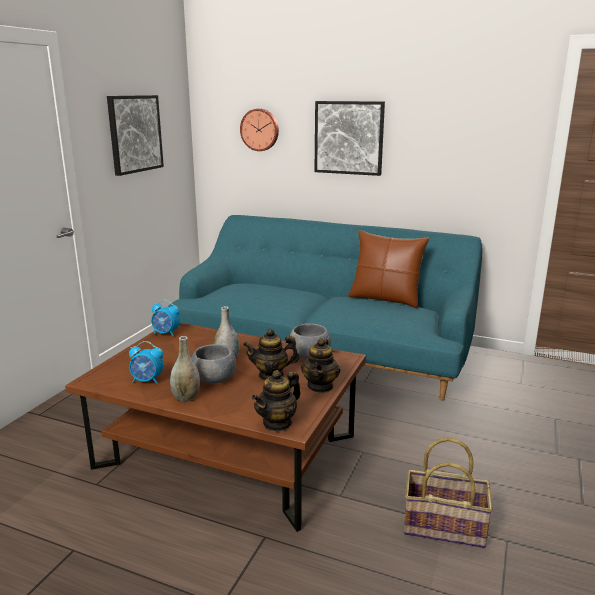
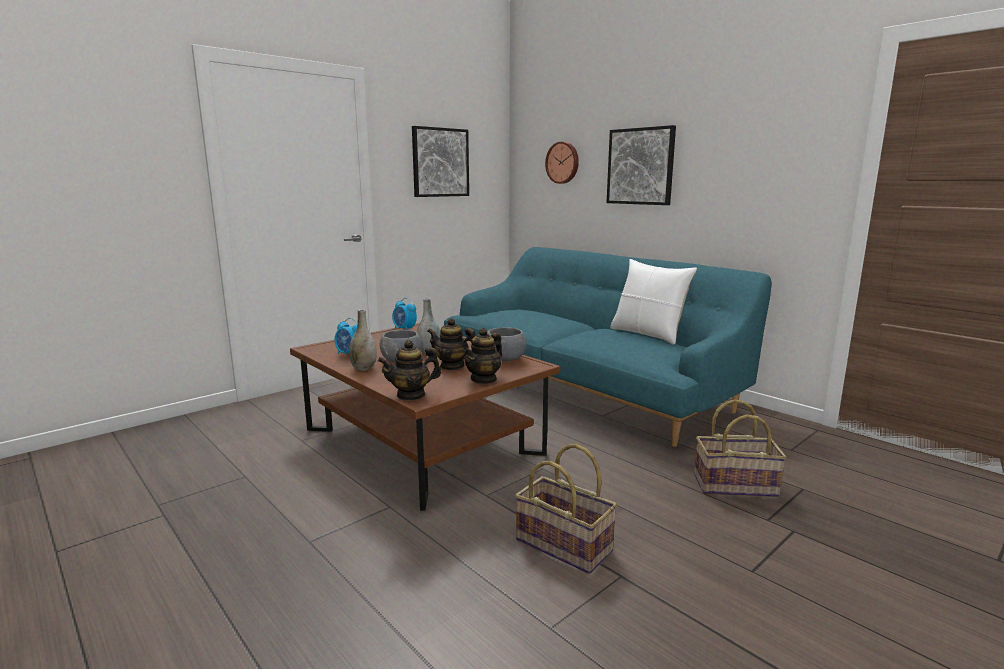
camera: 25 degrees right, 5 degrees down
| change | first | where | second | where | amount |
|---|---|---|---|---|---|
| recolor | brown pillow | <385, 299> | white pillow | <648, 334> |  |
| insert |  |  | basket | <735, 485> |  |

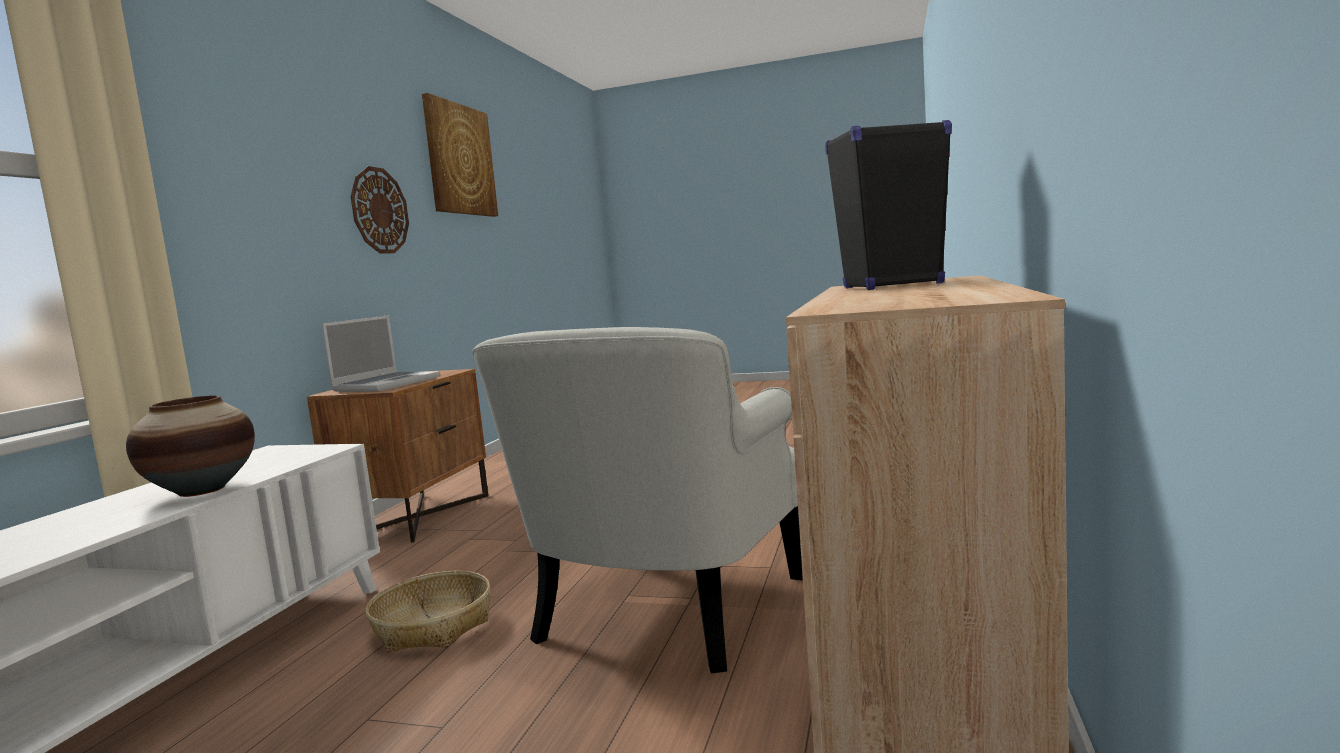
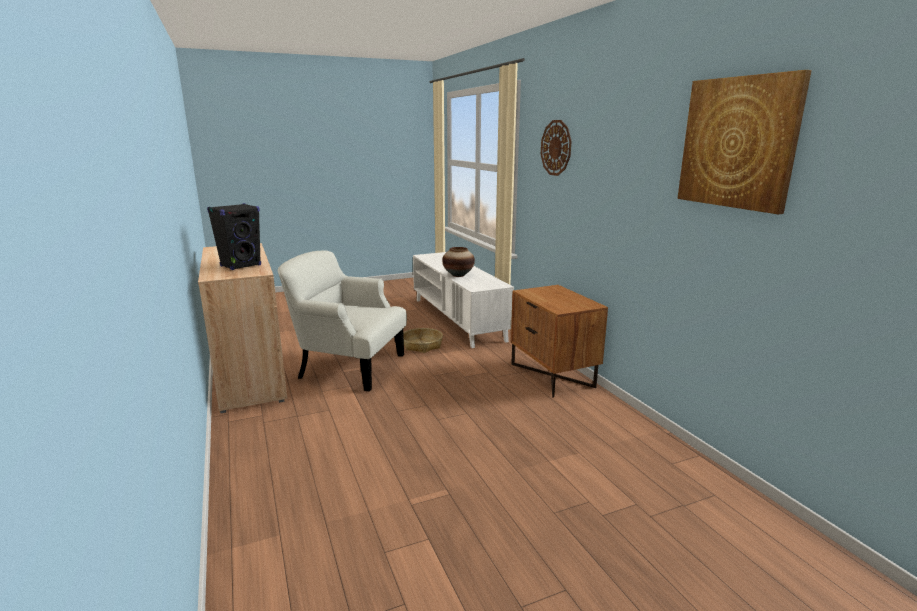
camera: 140 degrees right, 10 degrees up
| change | first | where | second | where | amount |
|---|---|---|---|---|---|
| delete | laptop | <387, 384> |  |  |  |
| move | wall clock | <379, 210> |  | <556, 148> |  |
| rotate | white armchair | <665, 609> |  | <348, 366> | 60 degrees counterclockwise |

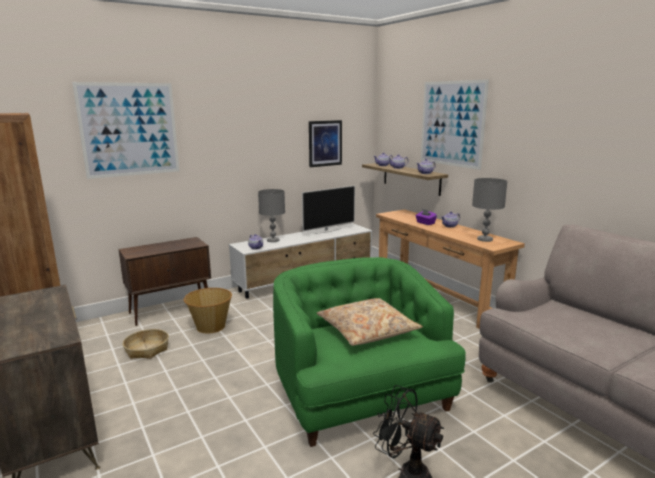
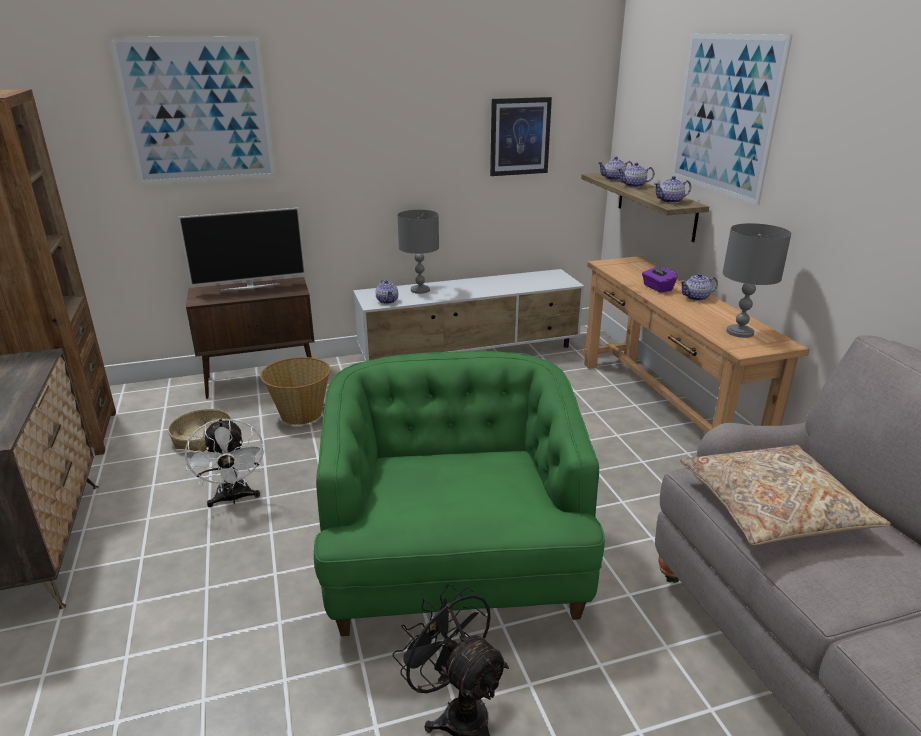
camera: 15 degrees right, 10 degrees up
| change | first | where | second | where | amount |
|---|---|---|---|---|---|
| move | television | <327, 231> |  | <250, 286> |  |
| move | beige pillow | <367, 331> |  | <772, 508> |  |
| insert |  |  | white fan | <233, 498> |  |

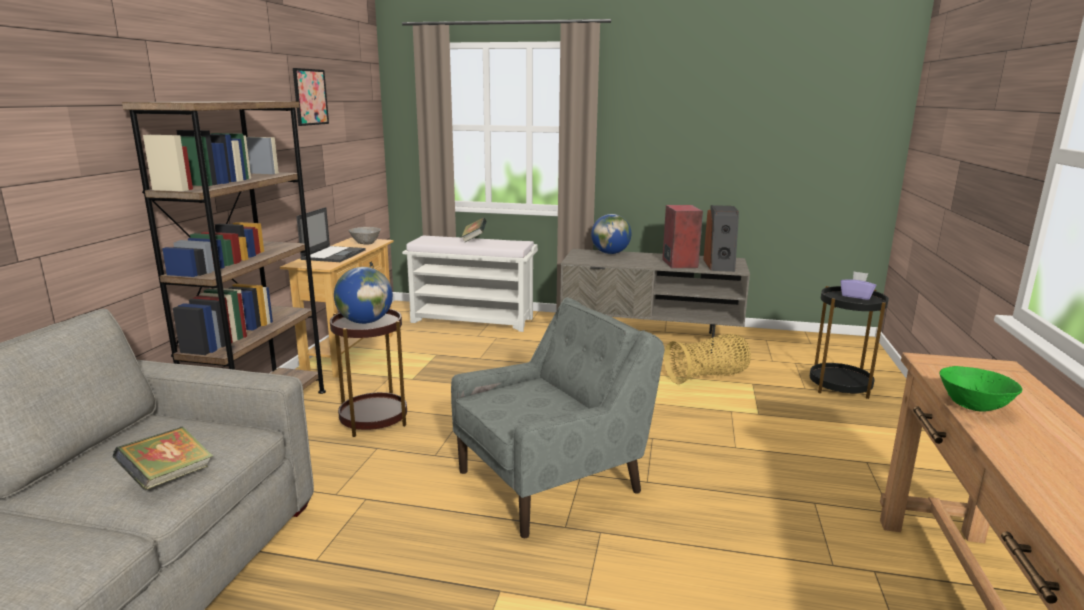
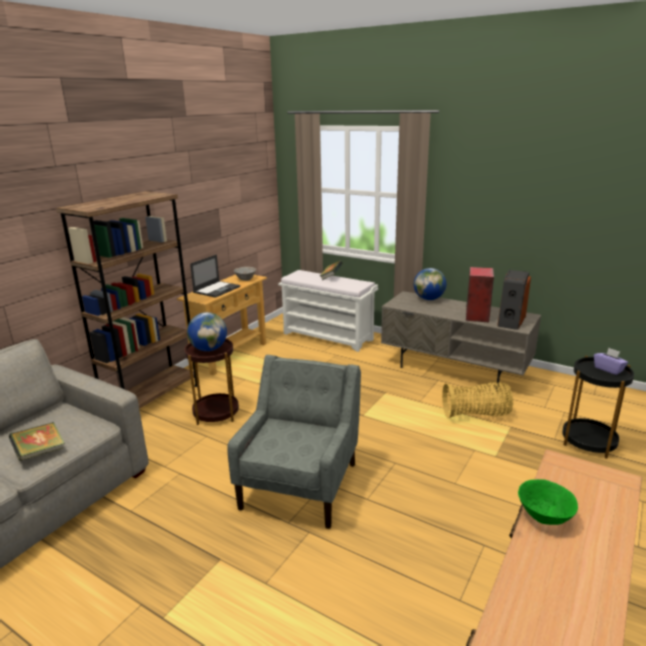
camera: 20 degrees right, 5 degrees up
| change | first | where | second | where | amount |
|---|---|---|---|---|---|
| delete | picture | <310, 97> |  |  |  |
| rotate | grey armchair | <551, 481> |  | <301, 484> | 60 degrees counterclockwise |

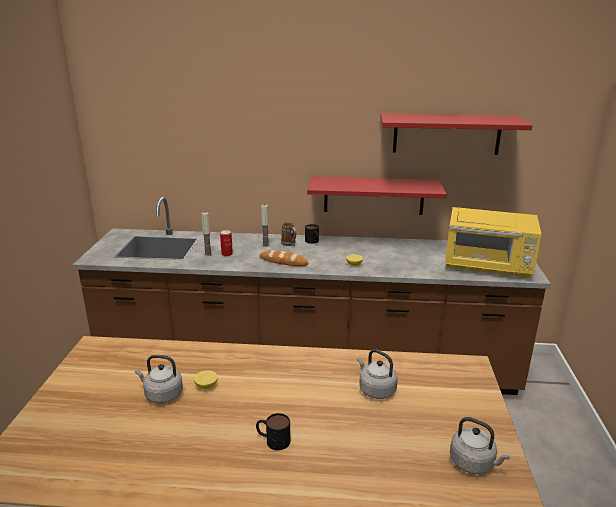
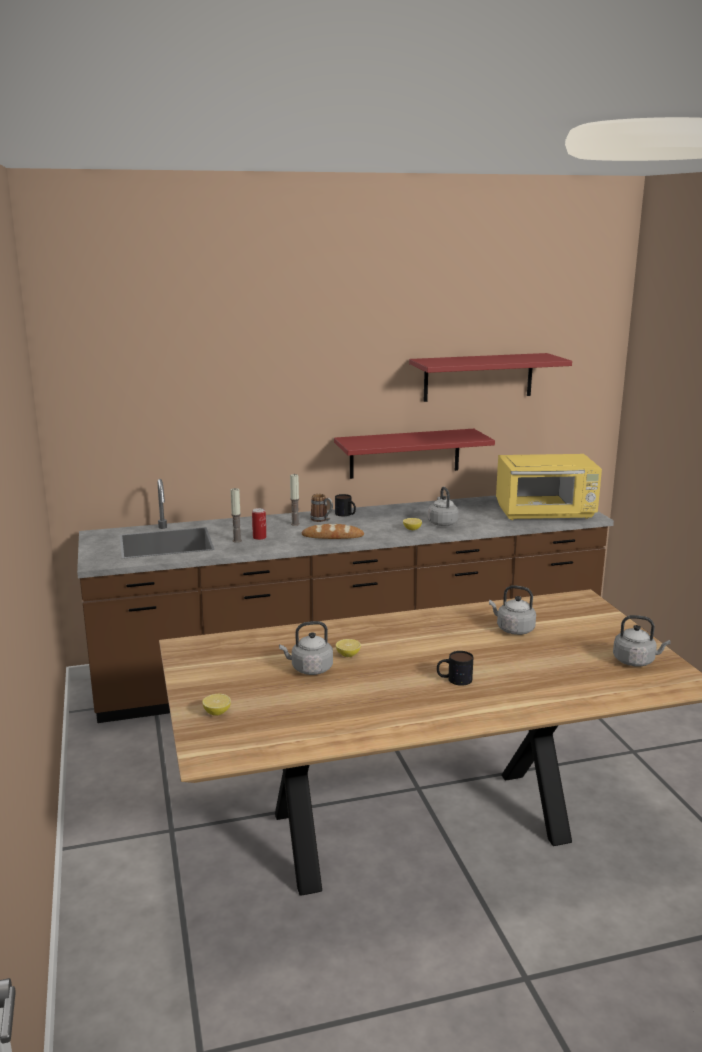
camera: 20 degrees left, 5 degrees down
| change | first | where | second | where | amount |
|---|---|---|---|---|---|
| insert |  |  | lemon | <217, 712> |  |
| insert |  |  | grey kettle | <442, 523> |  |

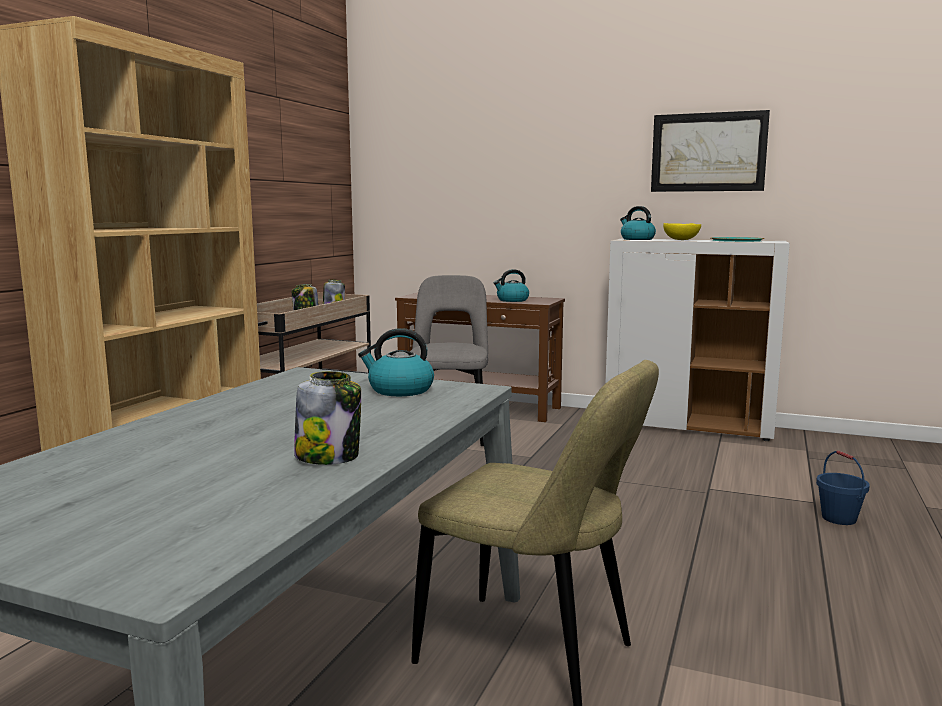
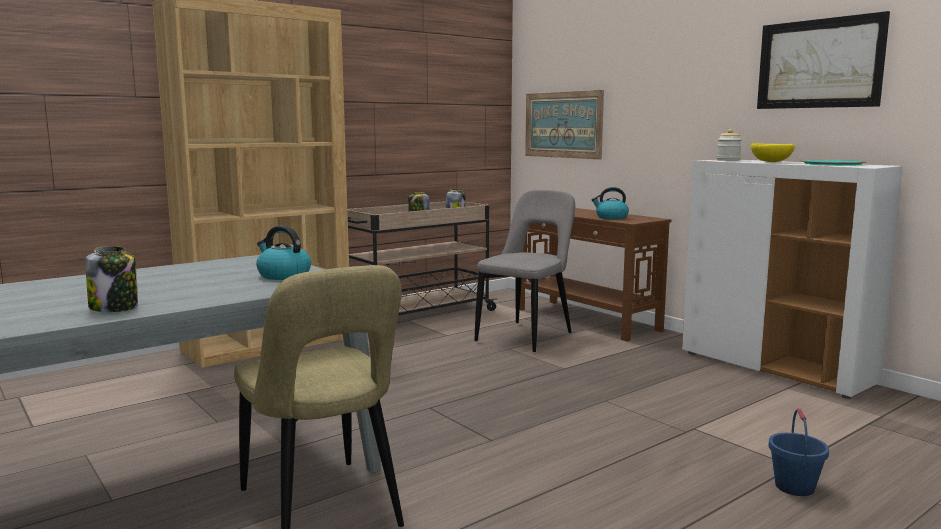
camera: 30 degrees right, 0 degrees up
| change | first | where | second | where | amount |
|---|---|---|---|---|---|
| replace | kettle | <636, 239> | jar | <728, 160> |  |
| insert |  |  | picture | <563, 125> |  |

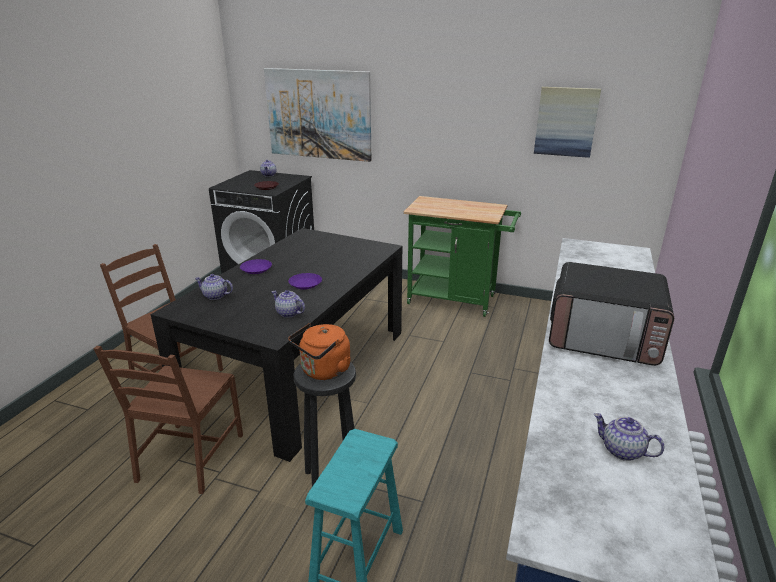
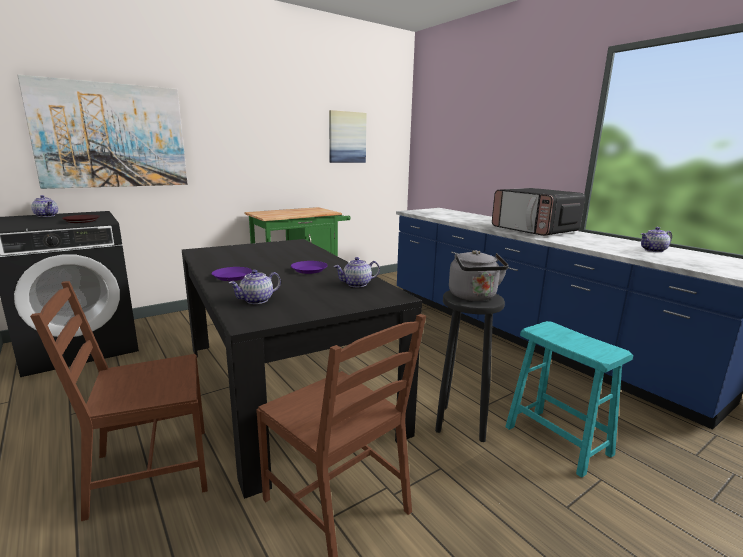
camera: 55 degrees left, 10 degrees down
| change | first | where | second | where | amount |
|---|---|---|---|---|---|
| recolor | orange kettle | <323, 371> | grey kettle | <474, 297> |  |
| rotate | microwave | <604, 338> |  | <534, 230> | 90 degrees clockwise |

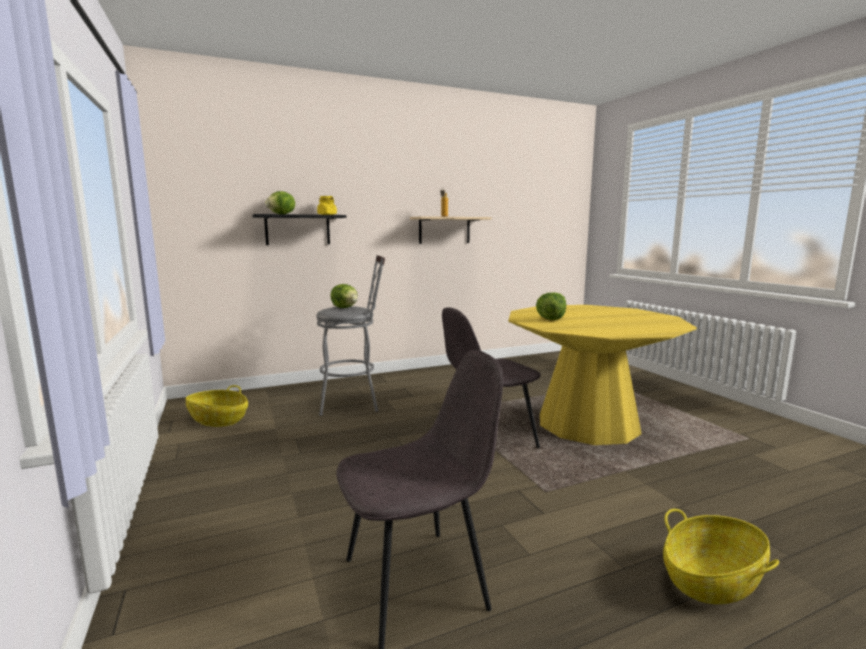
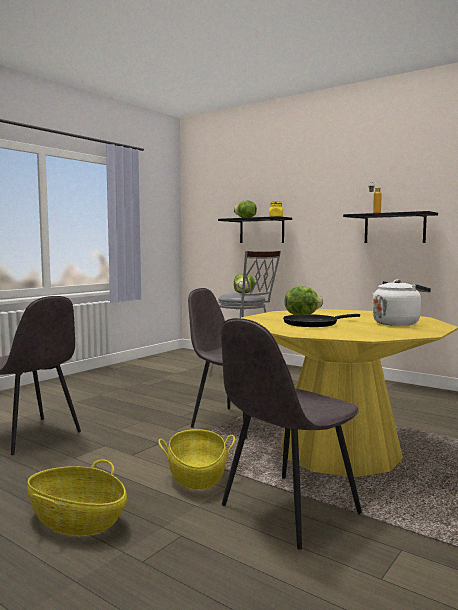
camera: 60 degrees right, 5 degrees down
| change | first | where | second | where | amount |
|---|---|---|---|---|---|
| move | basket | <218, 420> |  | <197, 476> |  |
| recolor | beige shelf | <444, 230> | black shelf | <394, 228> |  |
| insert |  |  | grey chair | <287, 510> |  |
| insert |  |  | black frying pan | <313, 324> |  |
| insert |  |  | white kettle | <397, 323> |  |

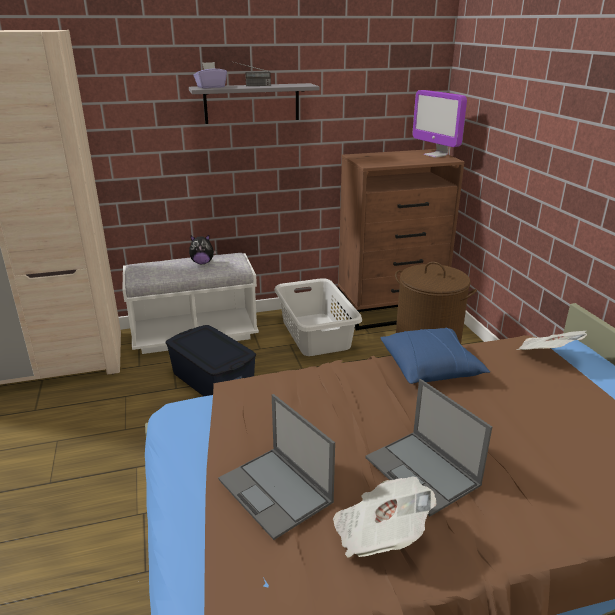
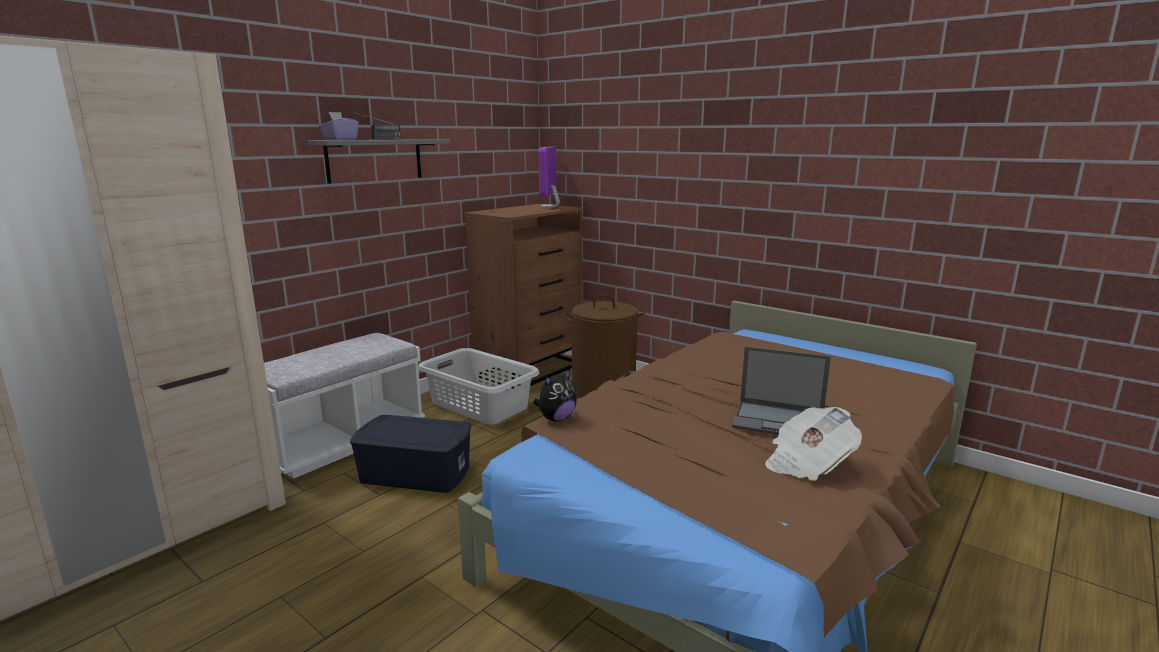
camera: 35 degrees left, 10 degrees down
| change | first | where | second | where | amount |
|---|---|---|---|---|---|
| move | plush toy | <202, 263> |  | <556, 418> |  |
| delete | laptop | <276, 491> |  |  |  |
| delete | blue pillow | <430, 368> |  |  |  |
| rotate | monitor | <435, 155> |  | <550, 206> | 75 degrees clockwise |
| delete | newspaper | <547, 354> |  |  |  |

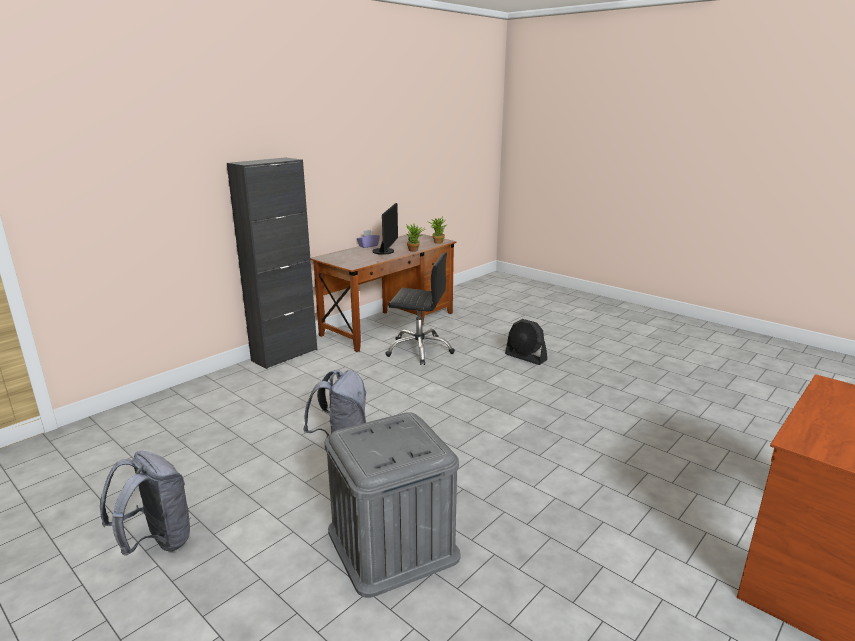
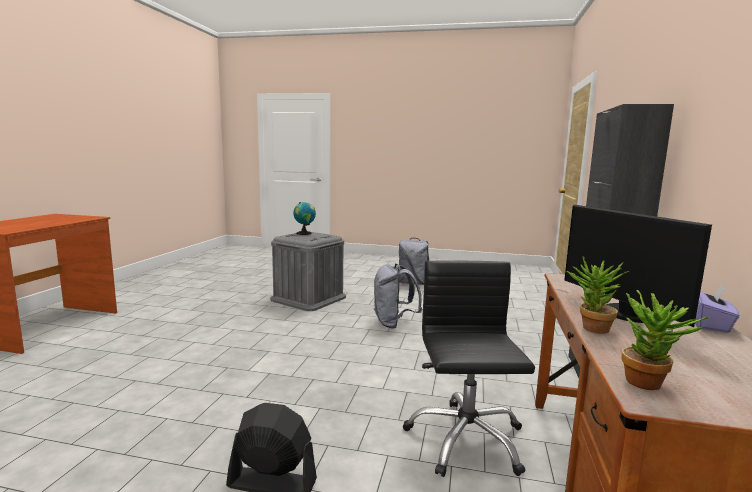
camera: 150 degrees right, 10 degrees down
| change | first | where | second | where | amount |
|---|---|---|---|---|---|
| rotate | black office chair | <419, 350> |  | <465, 439> | 105 degrees clockwise |
| insert |  |  | globe | <305, 233> |  |

